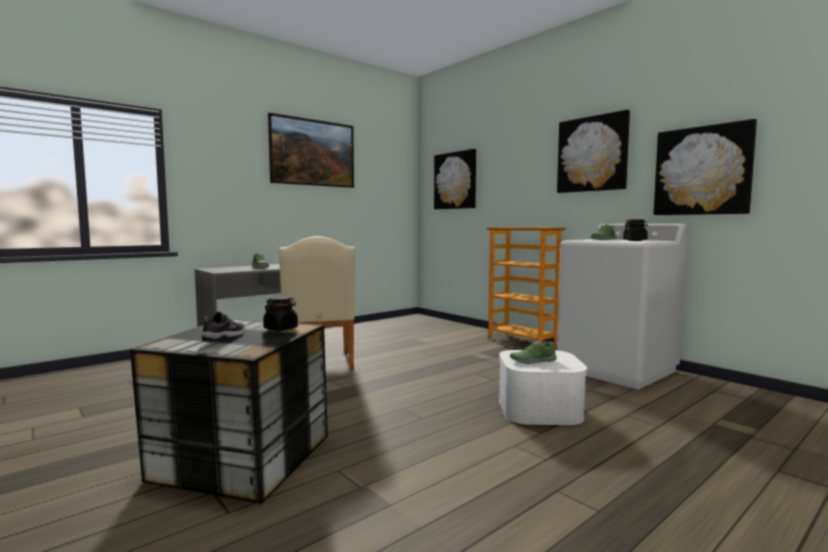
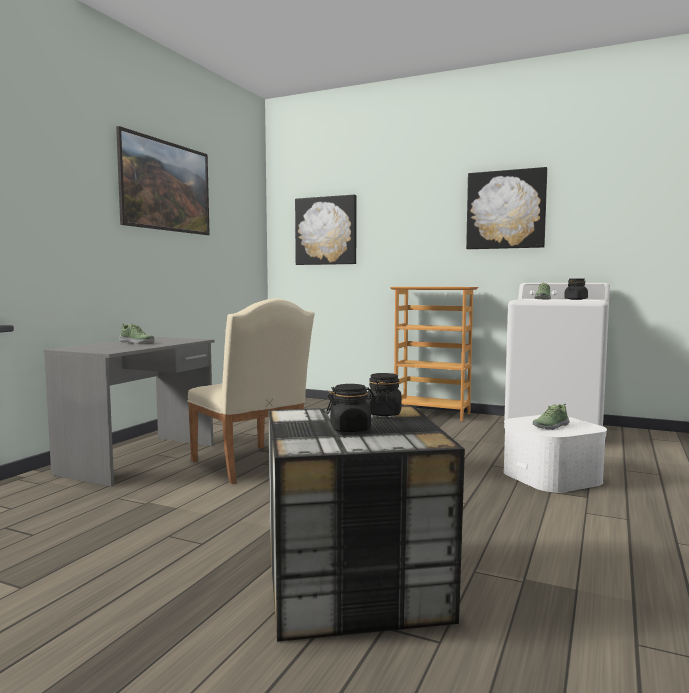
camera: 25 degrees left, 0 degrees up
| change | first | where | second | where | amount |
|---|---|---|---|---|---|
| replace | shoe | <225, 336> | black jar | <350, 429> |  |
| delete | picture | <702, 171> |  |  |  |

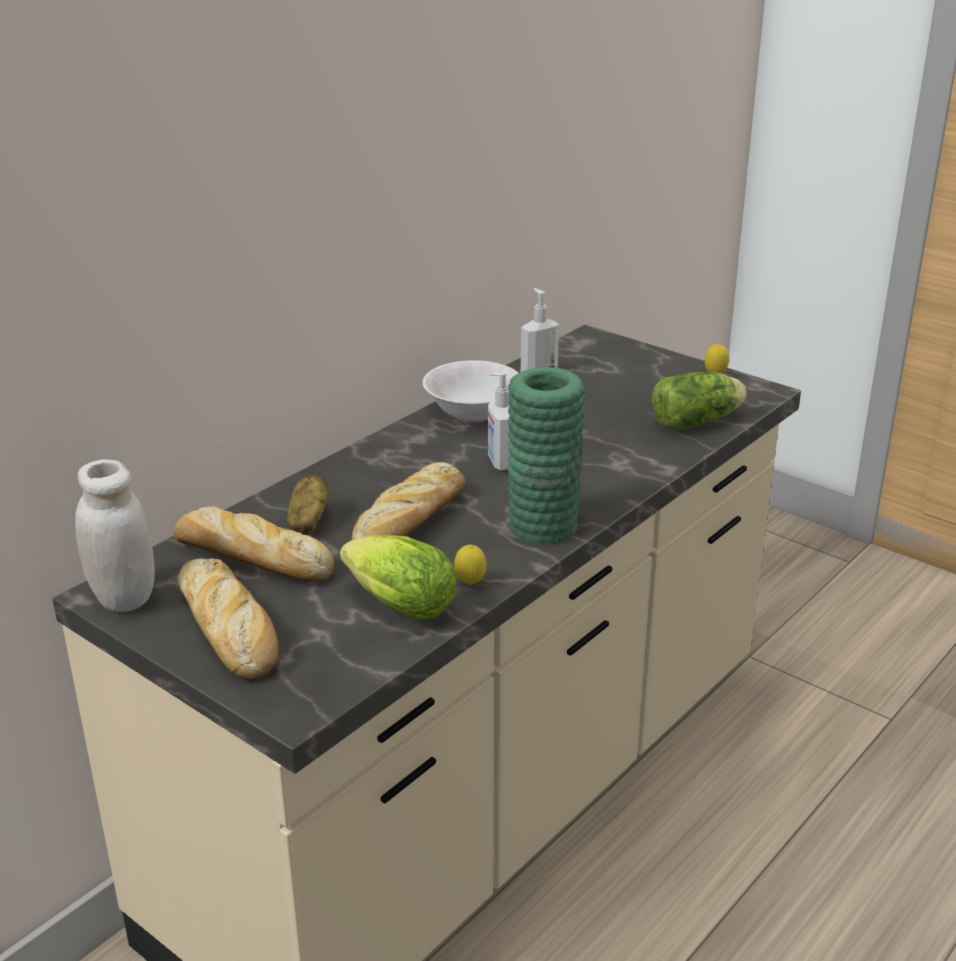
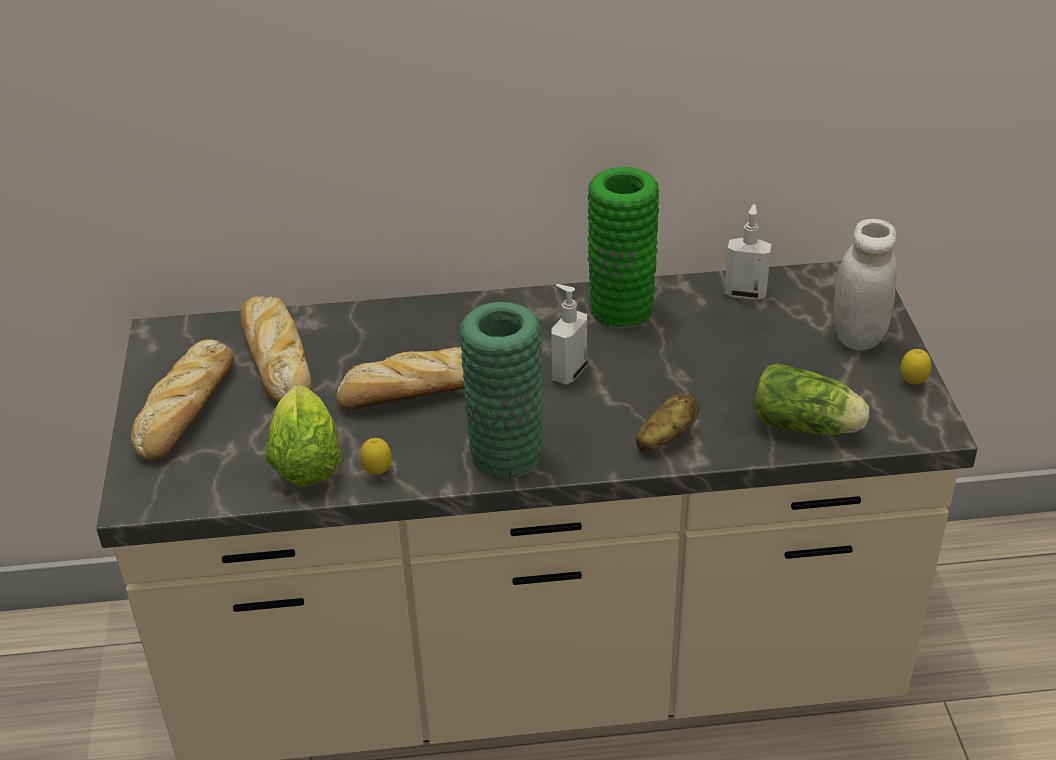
camera: 45 degrees right, 10 degrees up
| change | first | where | second | where | amount |
|---|---|---|---|---|---|
| move | white jar | <123, 597> |  | <858, 336> |  |
| move | potato | <308, 523> |  | <665, 438> |  |
| replace | white bowl | <472, 414> | green vase | <621, 309> |  |

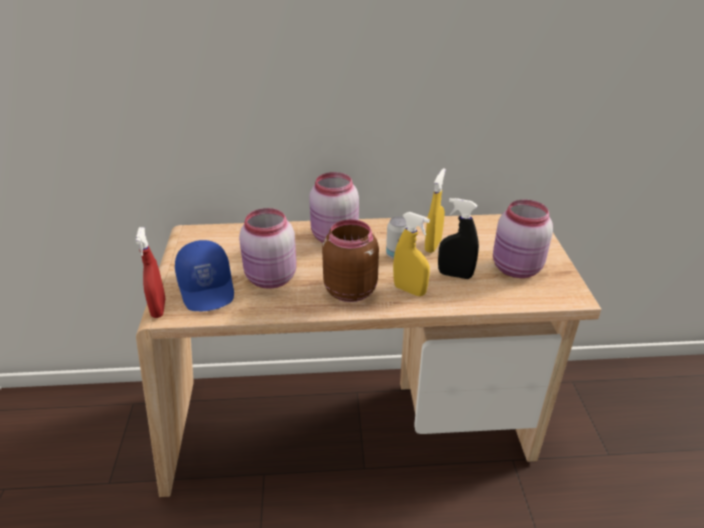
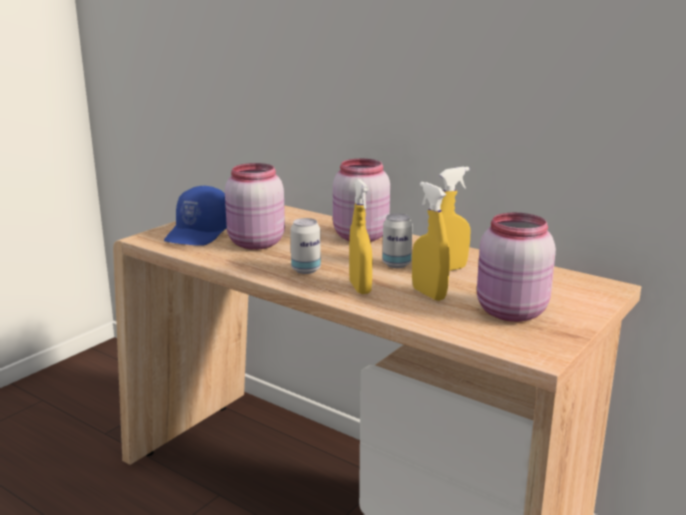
camera: 40 degrees right, 15 degrees down
| change | first | where | second | where | amount |
|---|---|---|---|---|---|
| delete | red spray bottle | <158, 308> |  |  |  |
| replace | brown jar | <349, 289> | can | <306, 270> |  |
| recolor | black spray bottle | <455, 275> | yellow spray bottle | <428, 294> |  |

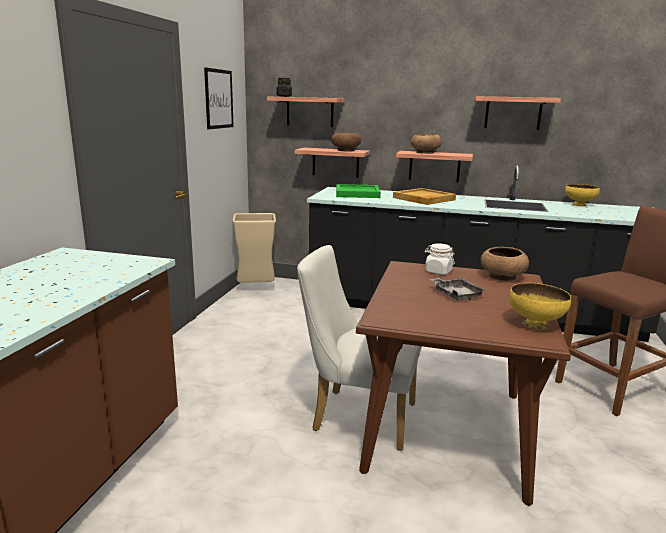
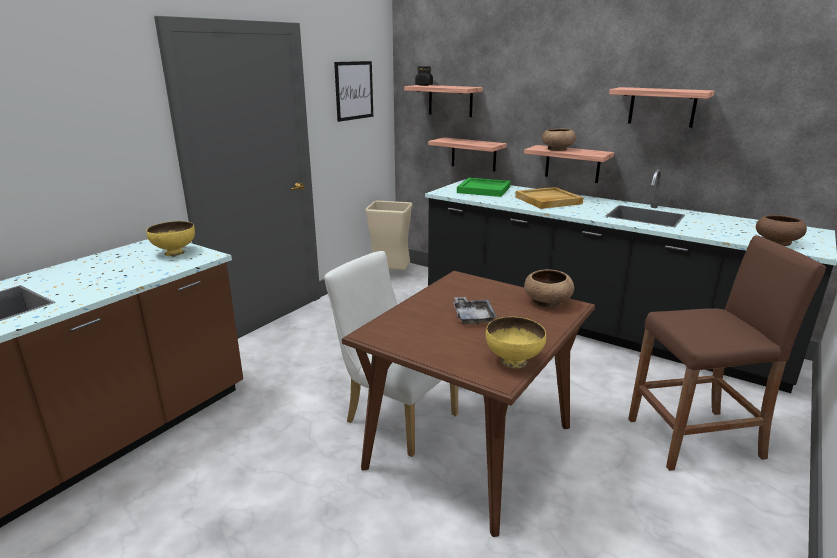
camera: 20 degrees right, 5 degrees up
| change | first | where | second | where | amount |
|---|---|---|---|---|---|
| move | brown bowl | <345, 150> |  | <776, 242> |  |
| delete | white jar | <438, 271> |  |  |  |
| move | yellow bowl | <579, 205> |  | <175, 253> |  |

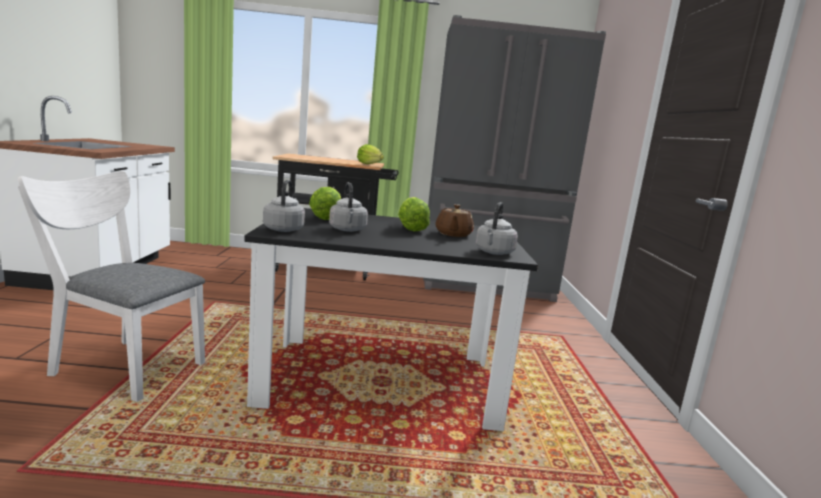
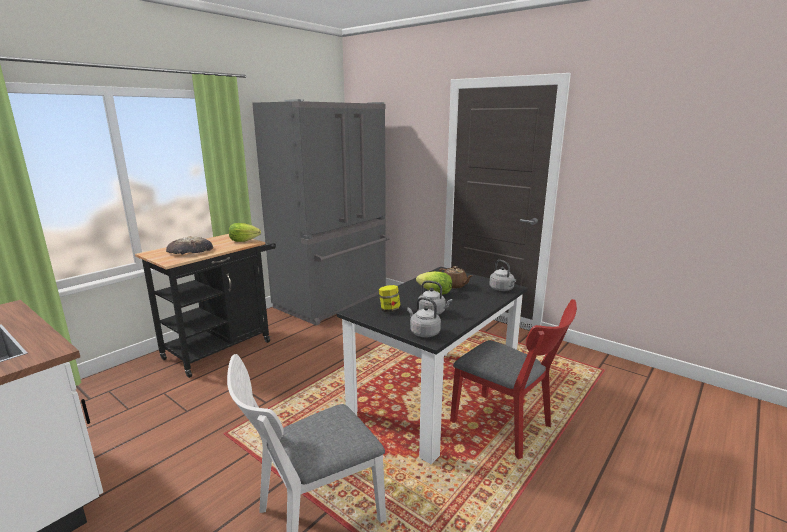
camera: 50 degrees left, 5 degrees up
| change | first | where | second | where | amount |
|---|---|---|---|---|---|
| replace | lettuce | <326, 218> | jar | <389, 310> |  |
| insert |  |  | bread | <190, 250> |  |
| insert |  |  | red chair | <507, 427> |  |

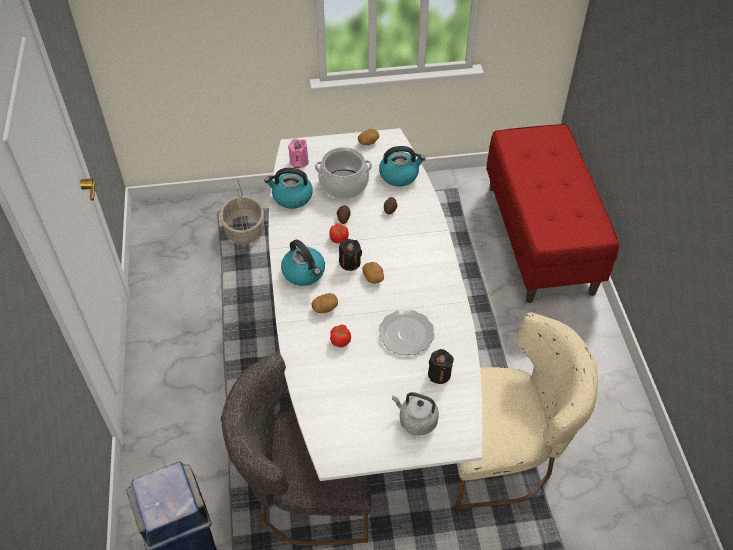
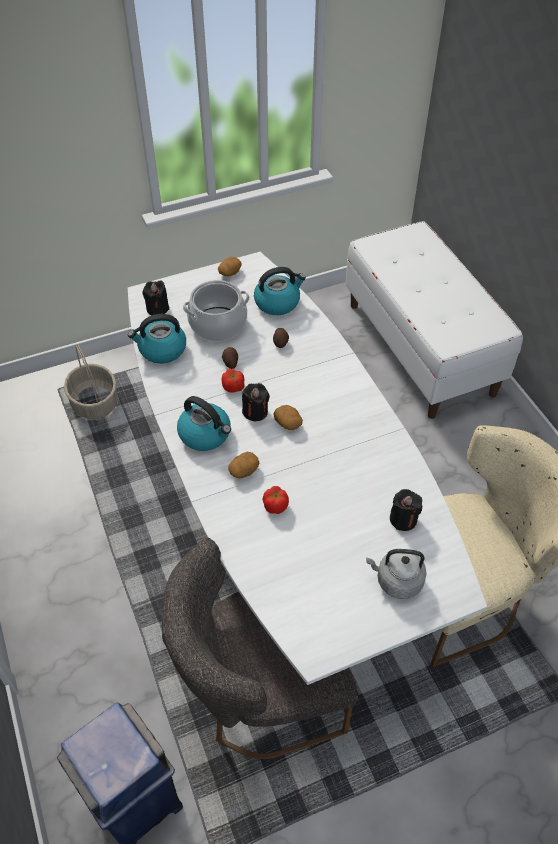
camera: 15 degrees left, 0 degrees up
| change | first | where | second | where | amount |
|---|---|---|---|---|---|
| recolor | pink candle | <299, 162> | black candle | <157, 308> |  |
| delete | plate | <406, 334> |  |  |  |
| recolor | red bench | <540, 238> | white bench | <420, 348> |  |

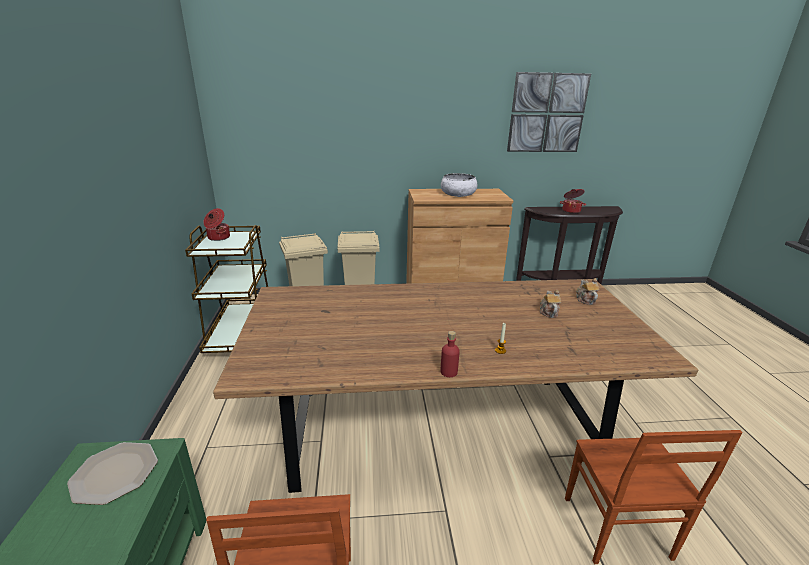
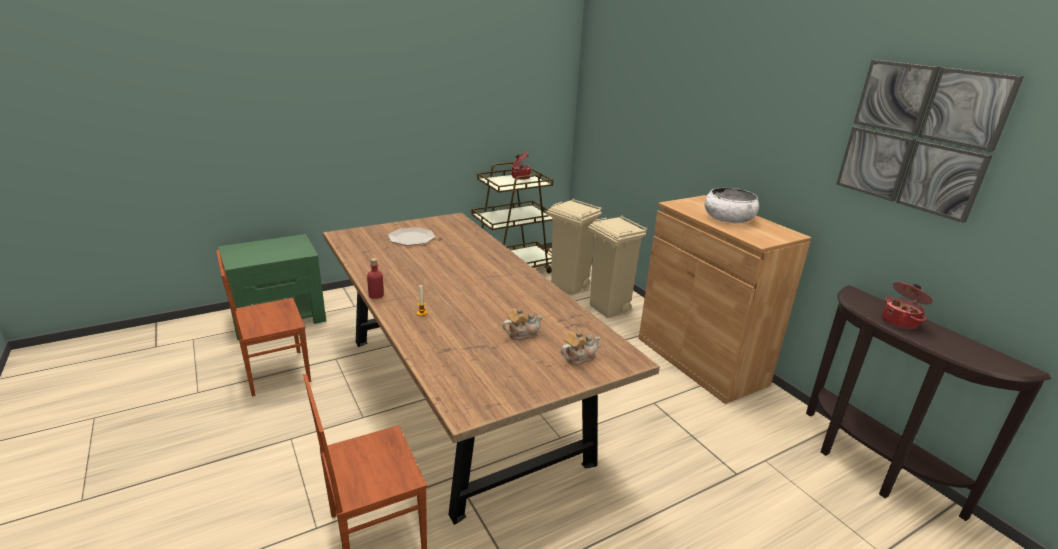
camera: 65 degrees right, 0 degrees up
| change | first | where | second | where | amount |
|---|---|---|---|---|---|
| move | plate | <113, 474> |  | <411, 237> |  |

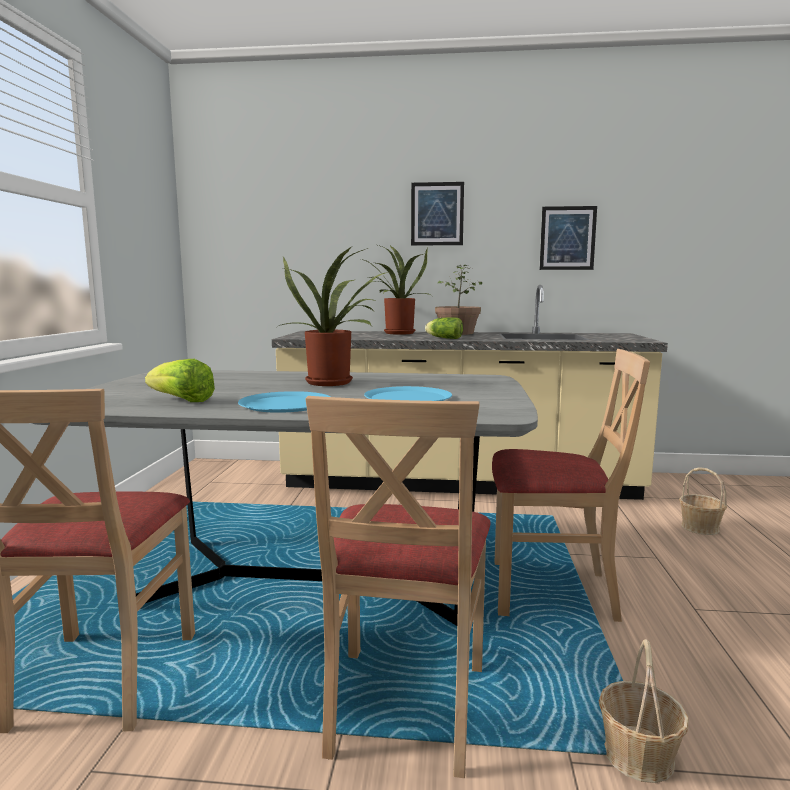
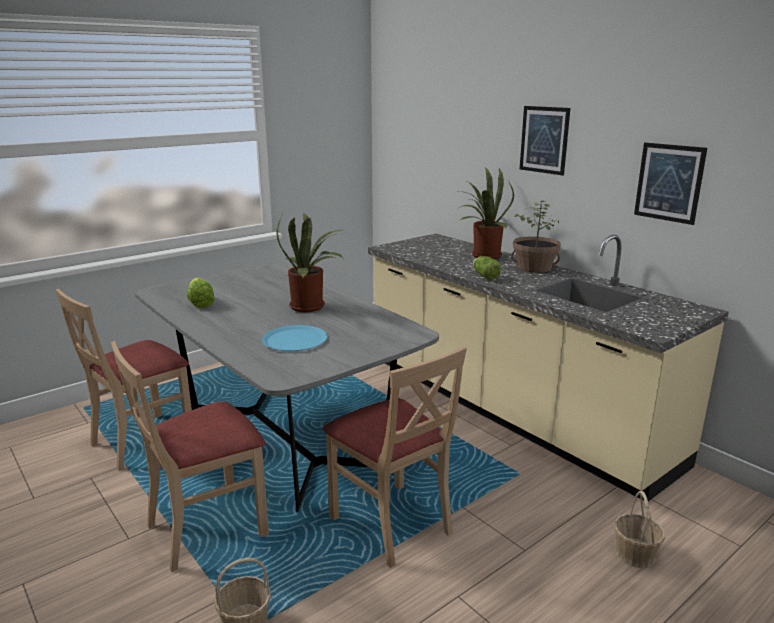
camera: 45 degrees right, 10 degrees up
| change | first | where | second | where | amount |
|---|---|---|---|---|---|
| delete | blue plate | <285, 404> |  |  |  |

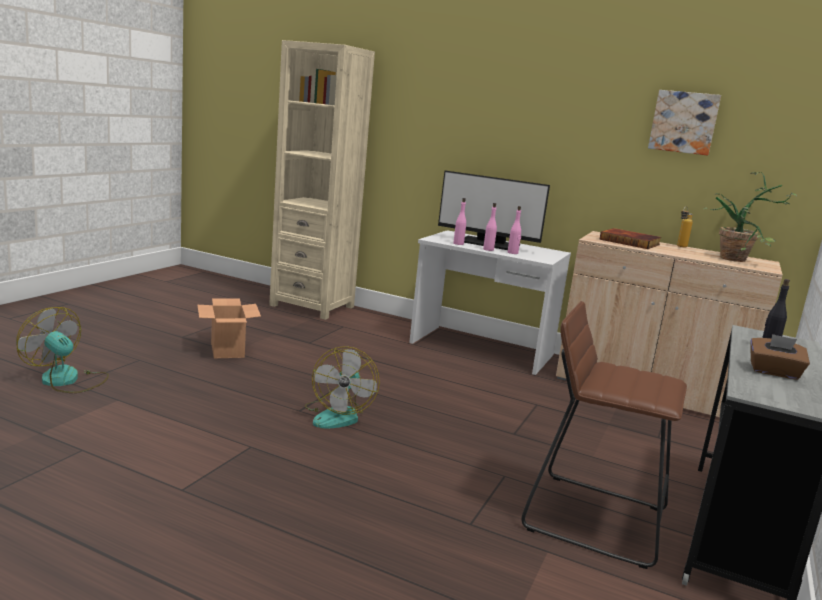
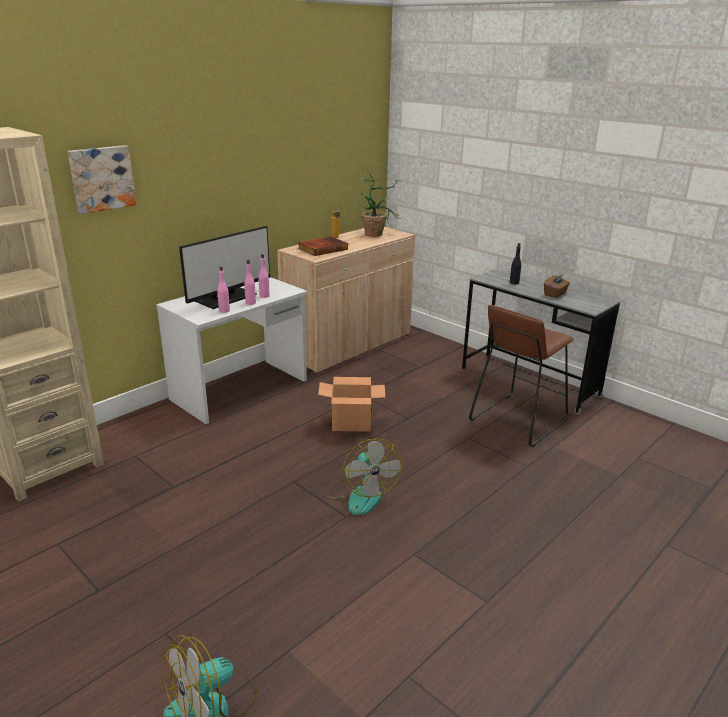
camera: 70 degrees left, 10 degrees up
| change | first | where | second | where | amount |
|---|---|---|---|---|---|
| move | cardboard box | <228, 350> |  | <352, 423> |  |
| rotate | fan | <338, 415> |  | <361, 494> | 45 degrees clockwise |
| move | picture | <684, 122> |  | <101, 178> |  |

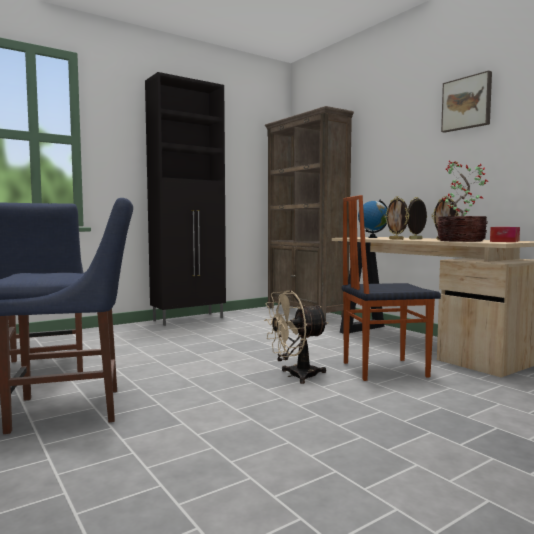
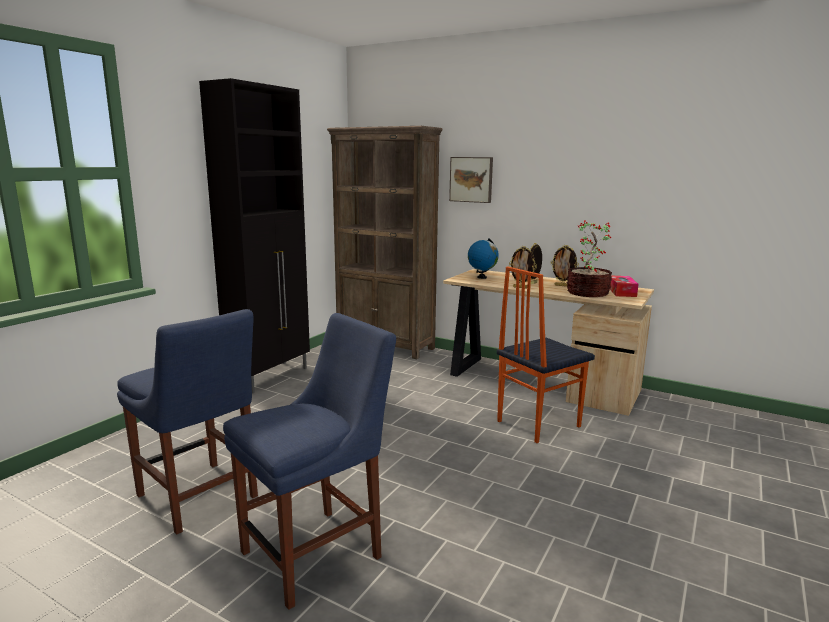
camera: 25 degrees left, 10 degrees up
| change | first | where | second | where | amount |
|---|---|---|---|---|---|
| delete | beige fan | <295, 376> |  |  |  |
| move | picture | <467, 103> |  | <471, 179> |  |

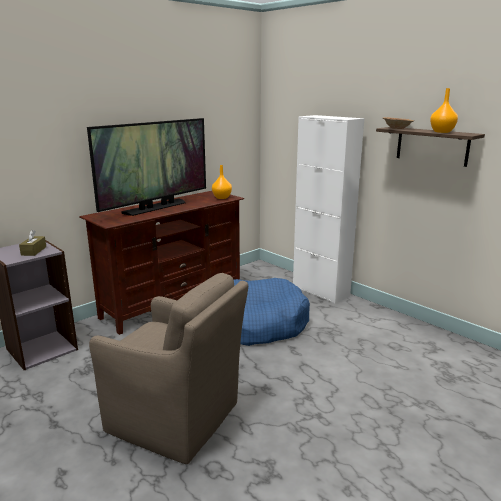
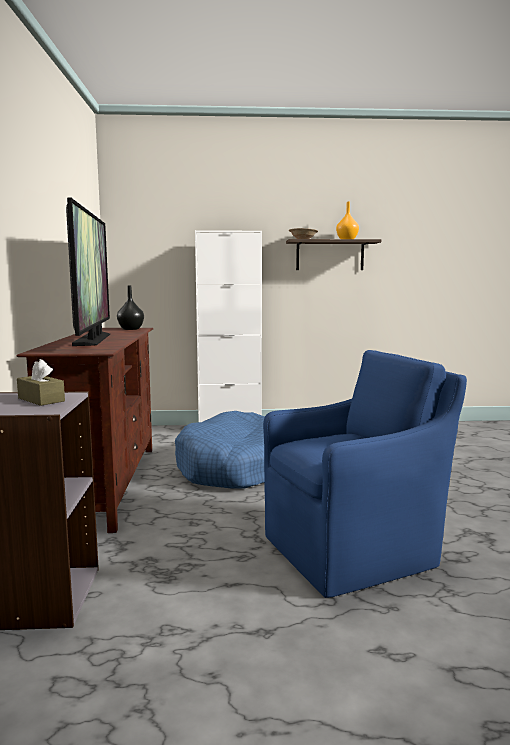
camera: 50 degrees left, 10 degrees down
| change | first | where | second | where | amount |
|---|---|---|---|---|---|
| recolor | brown armchair | <176, 419> | blue armchair | <354, 551> |  |
| recolor | orange vase | <221, 197> | black vase | <131, 329> |  |

